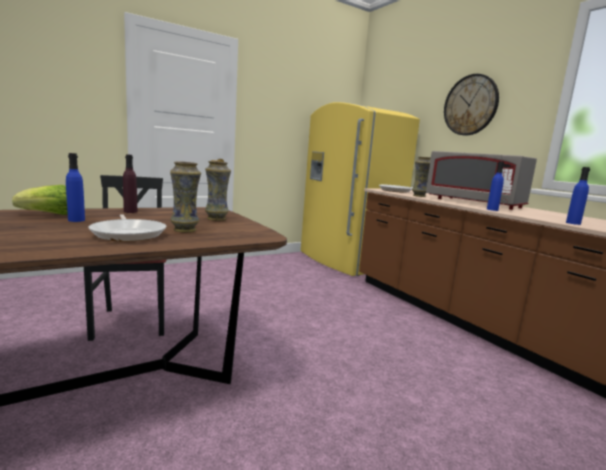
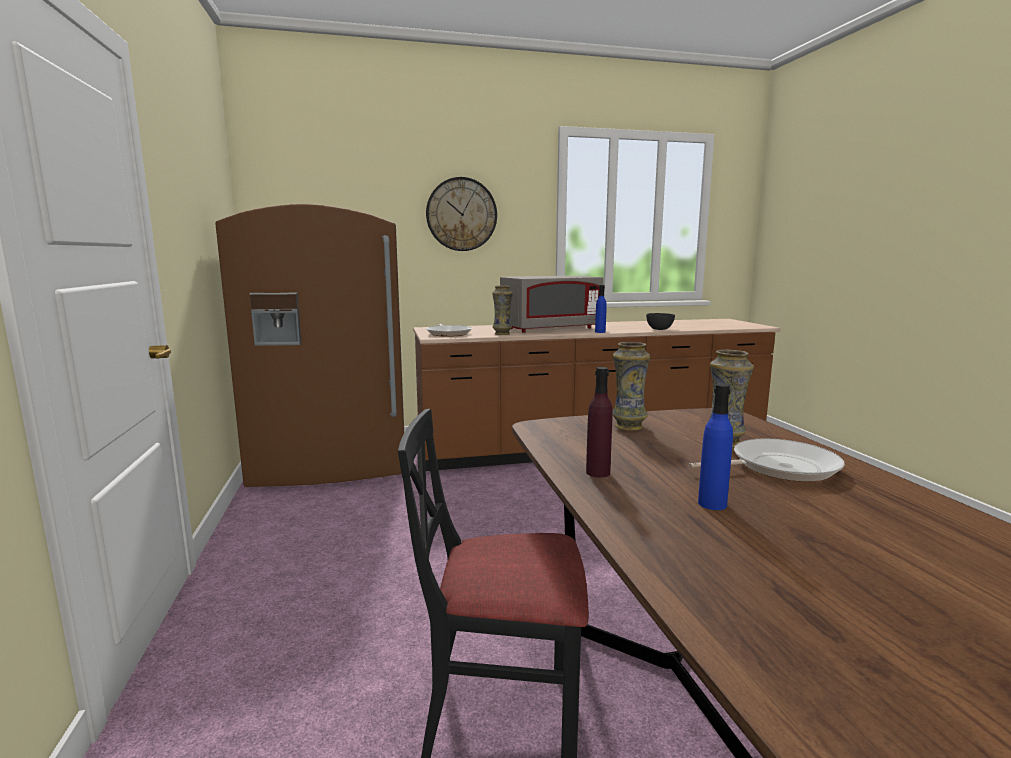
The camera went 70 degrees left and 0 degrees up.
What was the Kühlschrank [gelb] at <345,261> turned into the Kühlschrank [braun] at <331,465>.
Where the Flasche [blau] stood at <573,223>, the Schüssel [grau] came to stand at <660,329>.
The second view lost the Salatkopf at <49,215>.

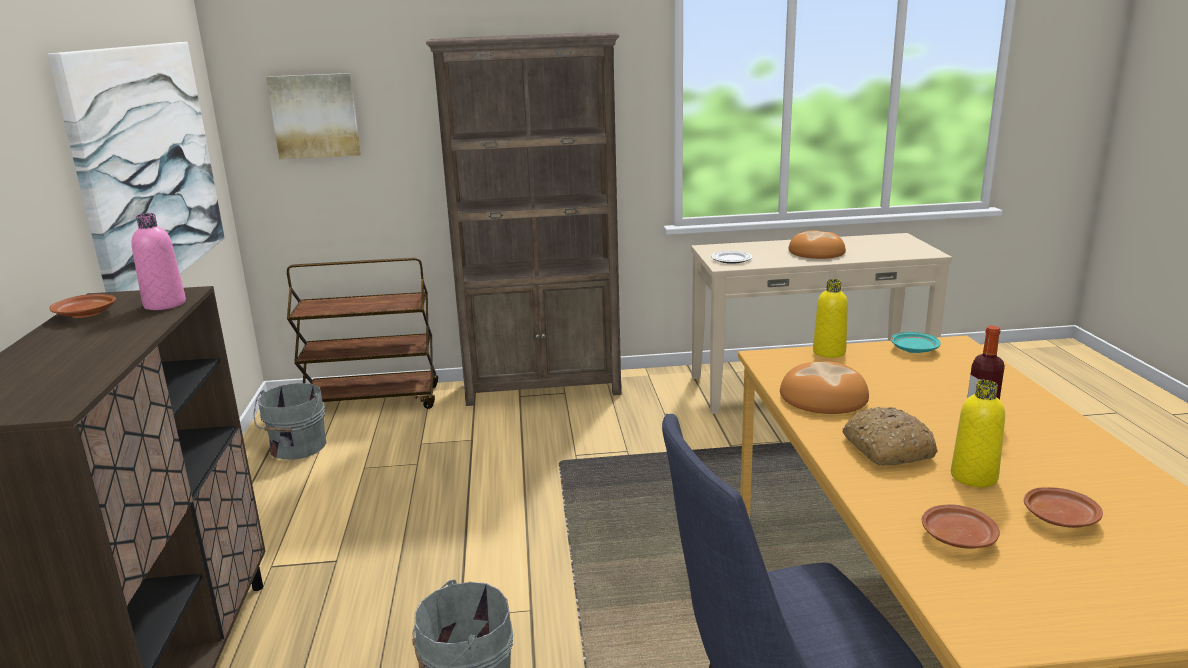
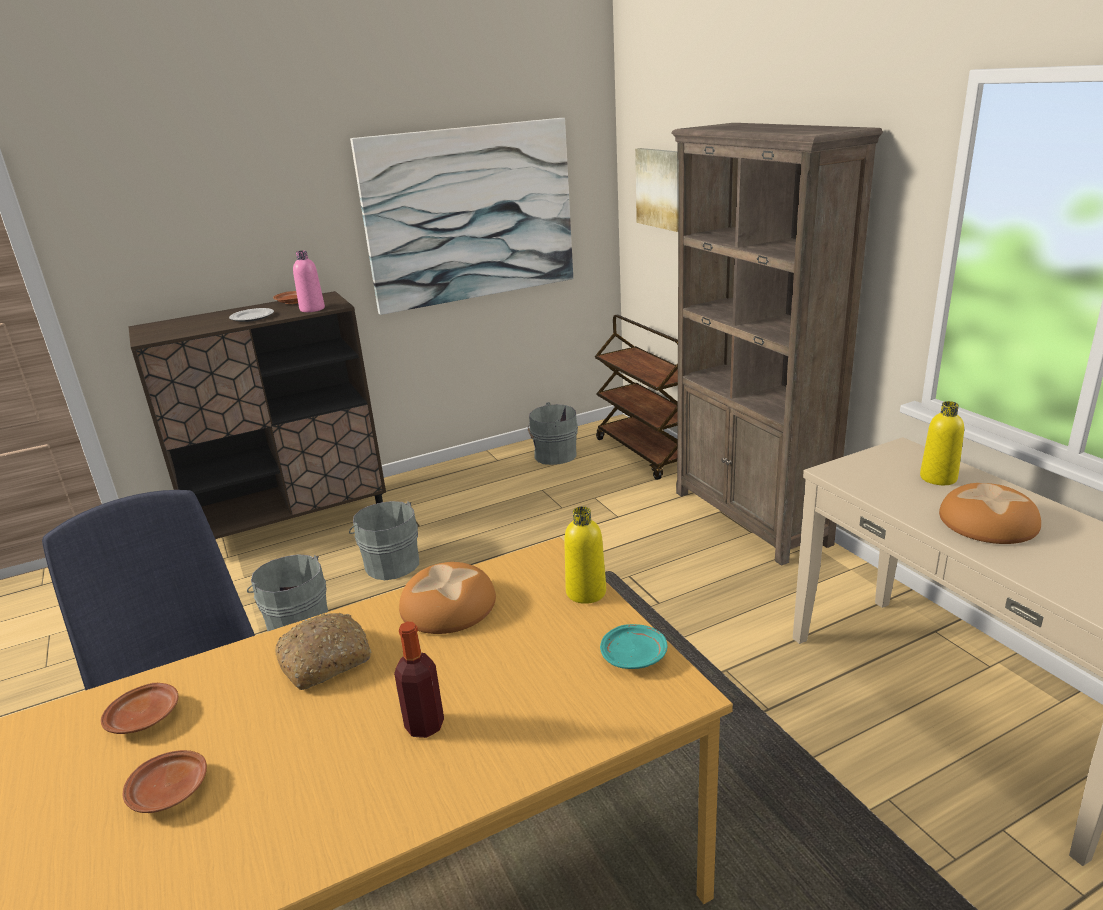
The camera went 70 degrees right and 5 degrees up.
The Teller ended up elsewhere, having gone from <731,259> to <252,317>.
The second view gained the Eimer [grau] at <391,563>.
The Flasche [gelb] ended up elsewhere, having gone from <974,477> to <938,478>.

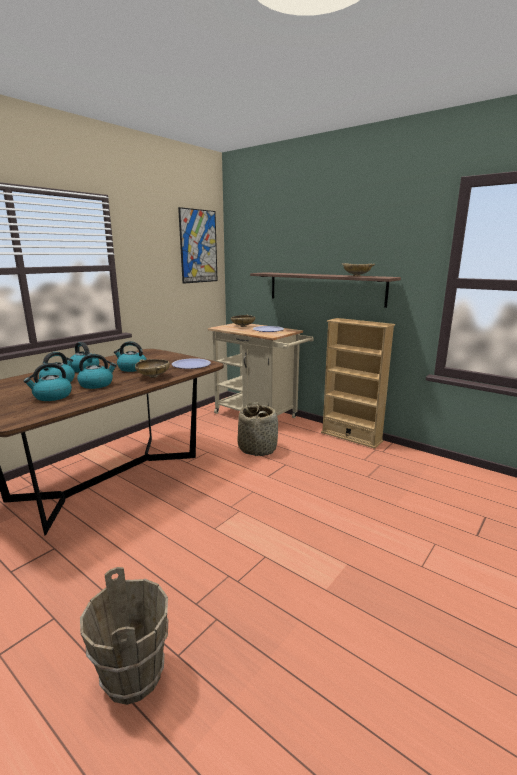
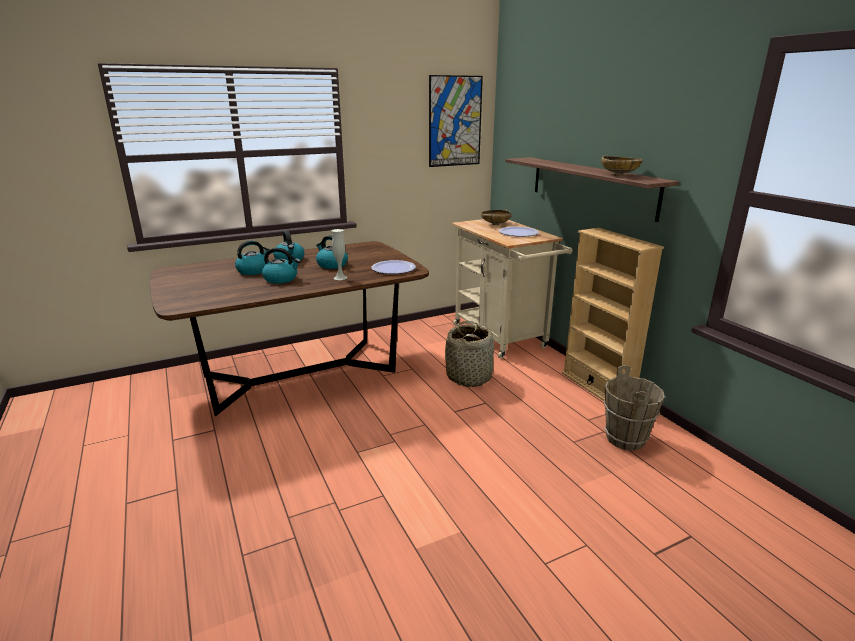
The camera went 25 degrees right and 5 degrees up.
Where the Schüssel [beige] stood at <153,376>, the Vase [weiß] came to stand at <340,278>.
The Eimer [braun] ended up elsewhere, having gone from <134,675> to <626,439>.
The second view lost the Wasserkessel at <52,396>.

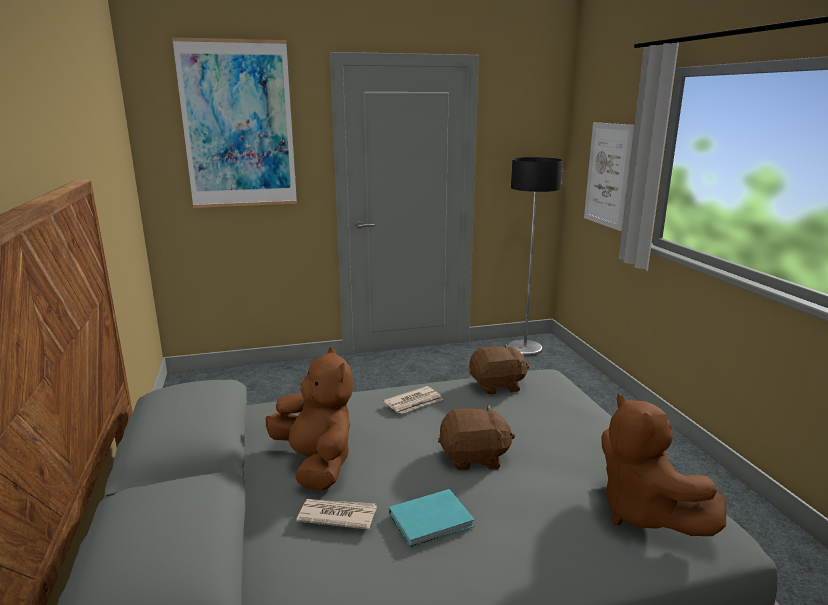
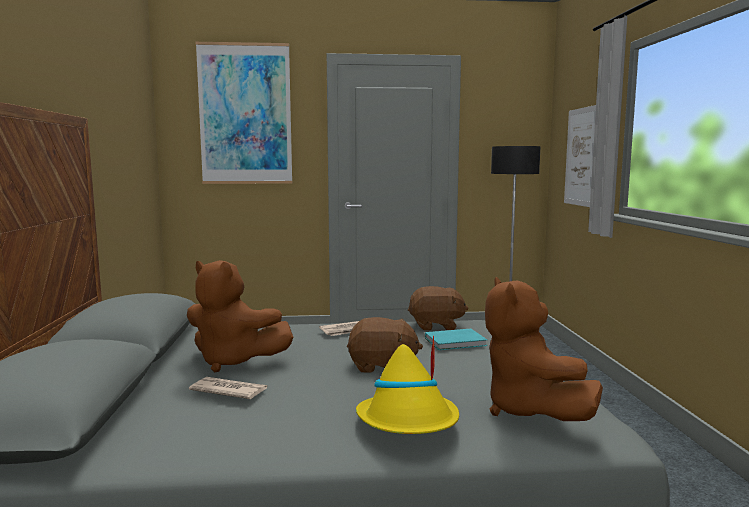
The camera went 10 degrees right and 10 degrees down.
The Plüschtier [braun] at <316,463> ended up facing another way, 135 degrees clockwise from before.
The second view gained the Hut [gelb] at <408,422>.
The Buch [türkis] ended up elsewhere, having gone from <433,520> to <457,342>.

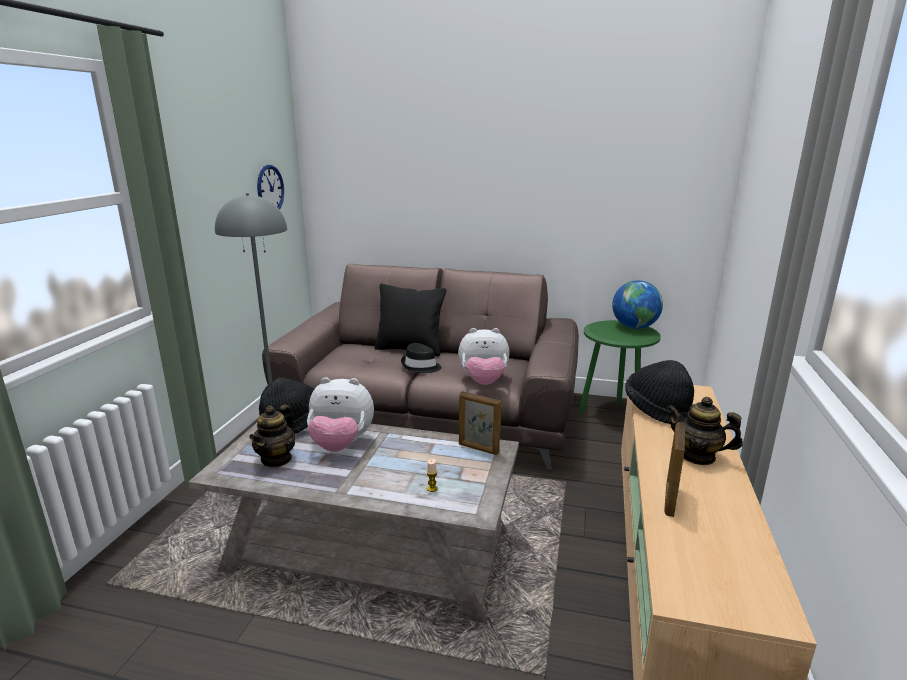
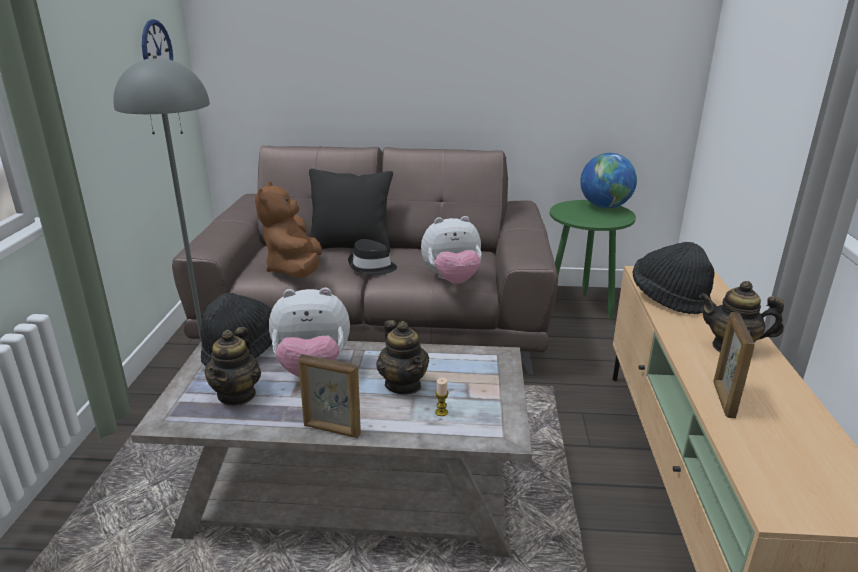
The camera went 10 degrees left and 5 degrees up.
The second view gained the Plüschtier [braun] at <295,270>.
The Bilderrahmen ended up elsewhere, having gone from <478,449> to <331,430>.
The second view gained the Teekanne at <403,385>.

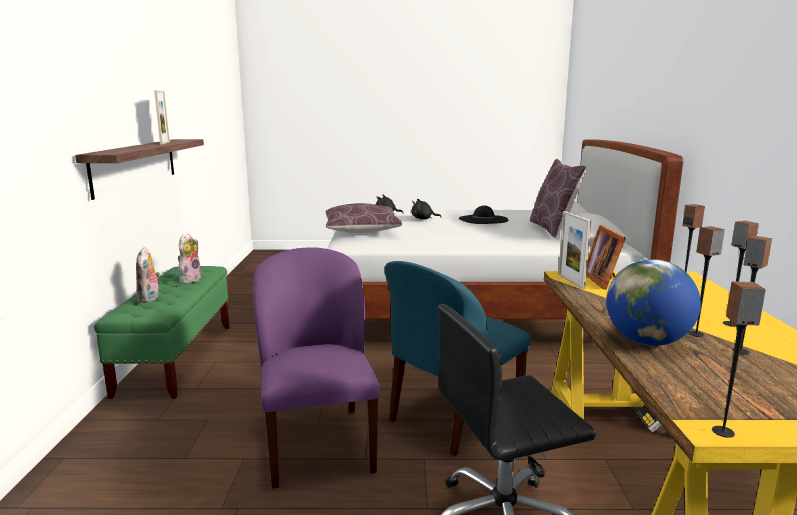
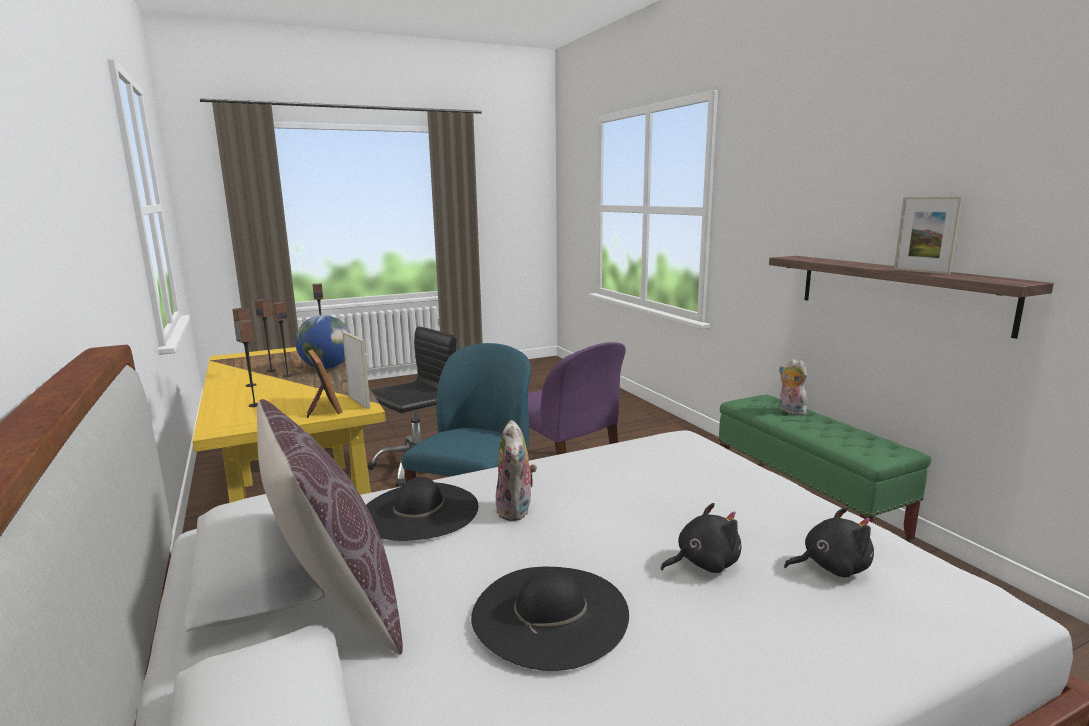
The camera went 155 degrees right and 0 degrees up.
The second view gained the Hut [schwarz] at <420,511>.
The Plüschtier ended up elsewhere, having gone from <190,279> to <516,510>.
The second view lost the Kissen [braun] at <361,231>.

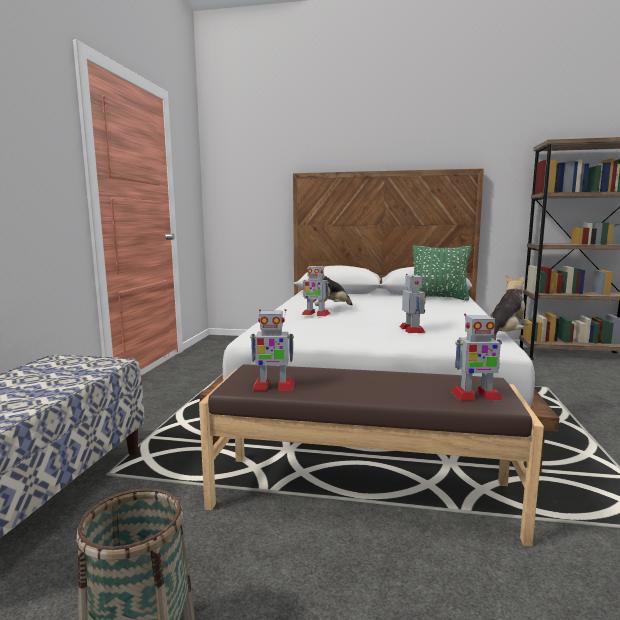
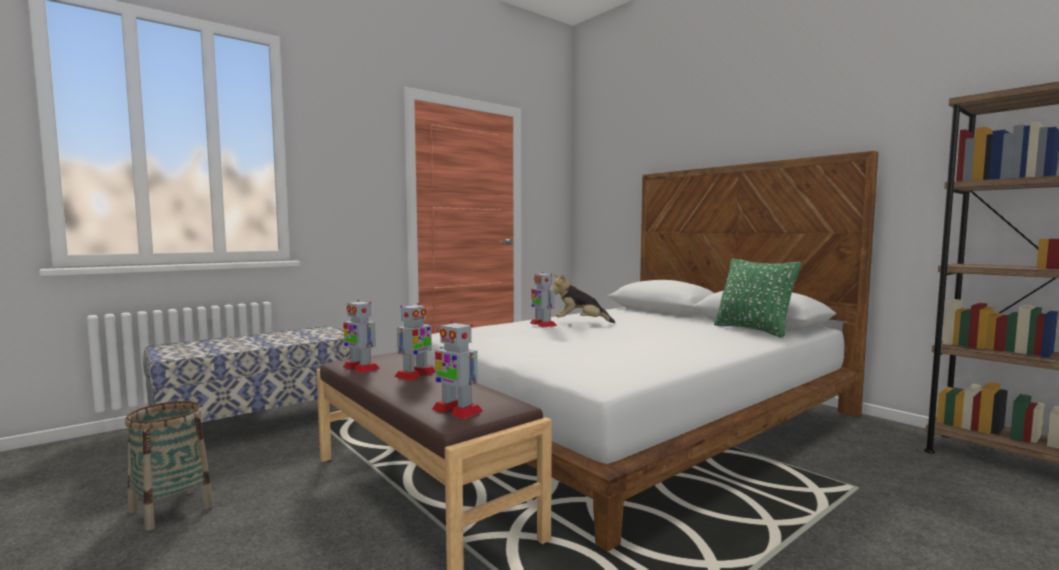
The camera went 40 degrees right and 5 degrees down.
The Spielzeugroboter ended up elsewhere, having gone from <412,329> to <415,374>.
The second view lost the Plüschtier at <505,335>.

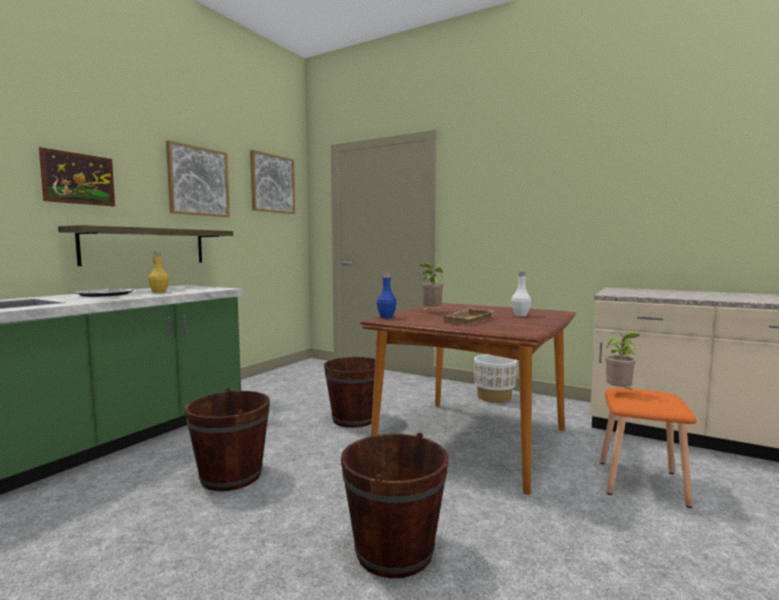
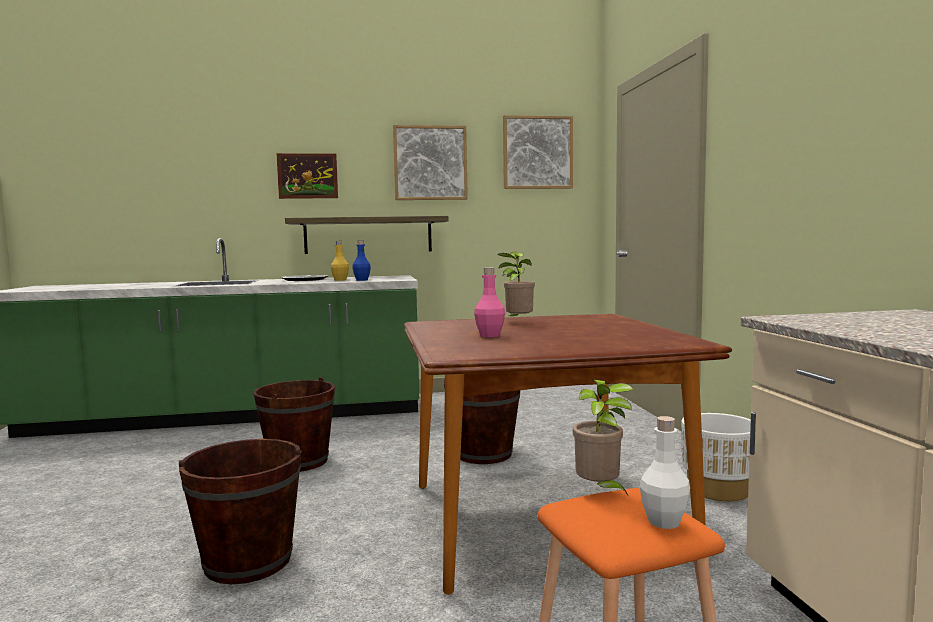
The camera went 50 degrees right and 0 degrees up.
The Flasche [blau] ended up elsewhere, having gone from <386,317> to <362,280>.
Where the Tablett [beige] stood at <469,321>, the Flasche [rosa] came to stand at <490,335>.
The Flasche [weiß] ended up elsewhere, having gone from <520,315> to <664,522>.

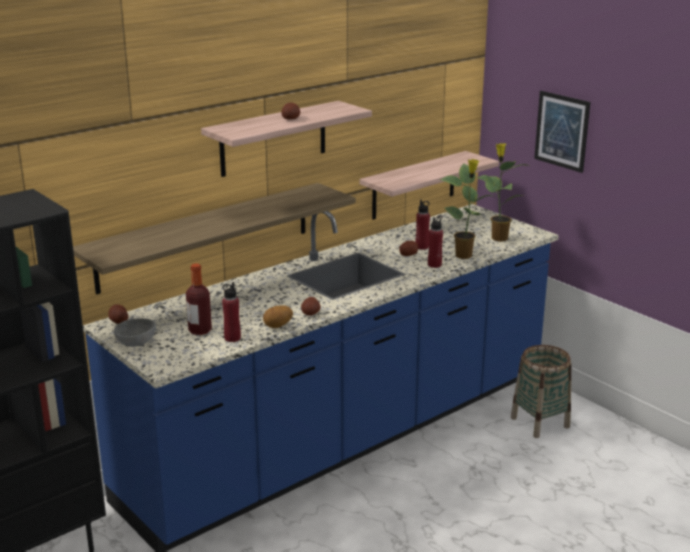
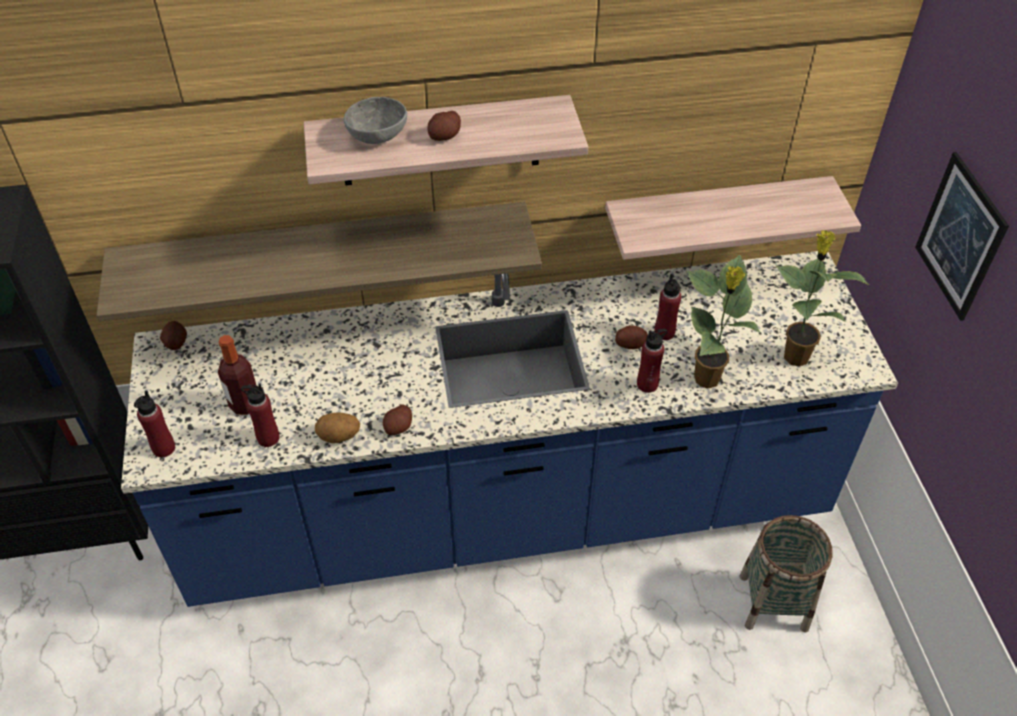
The camera went 30 degrees right and 25 degrees up.
The second view gained the Flasche [rot] at <163,448>.
The Schüssel [grau] ended up elsewhere, having gone from <135,342> to <376,135>.

